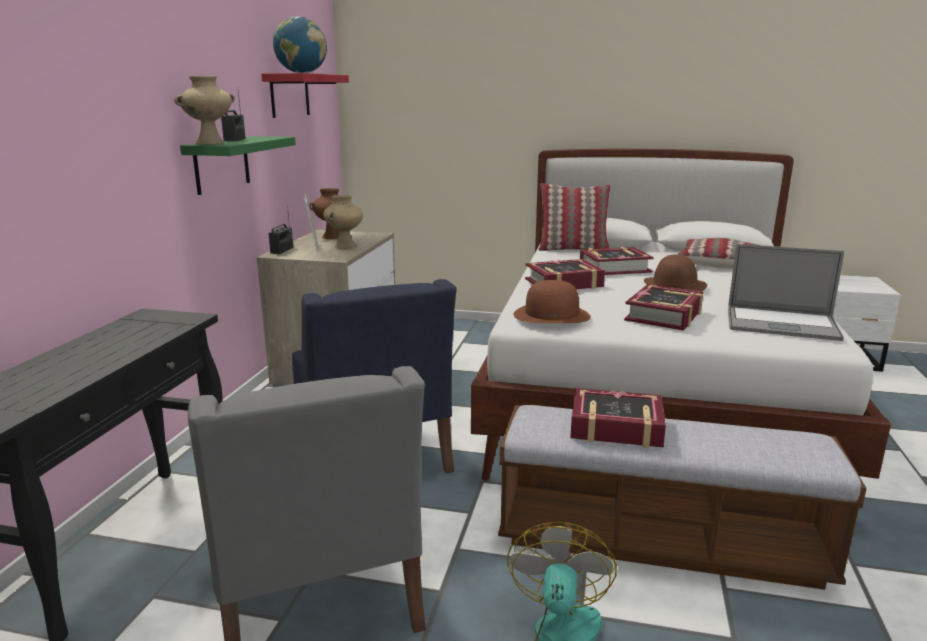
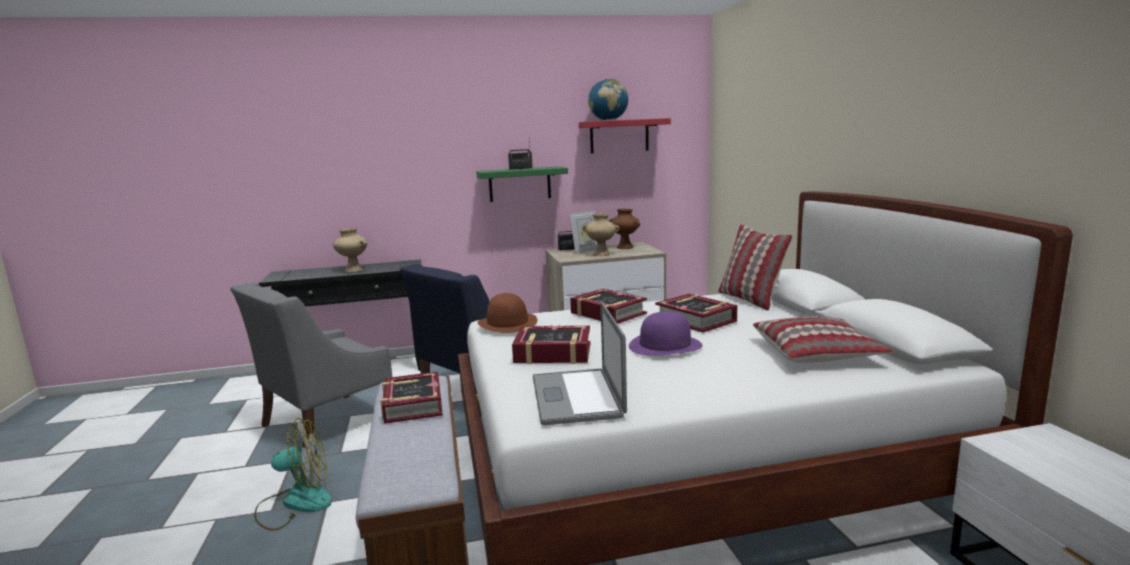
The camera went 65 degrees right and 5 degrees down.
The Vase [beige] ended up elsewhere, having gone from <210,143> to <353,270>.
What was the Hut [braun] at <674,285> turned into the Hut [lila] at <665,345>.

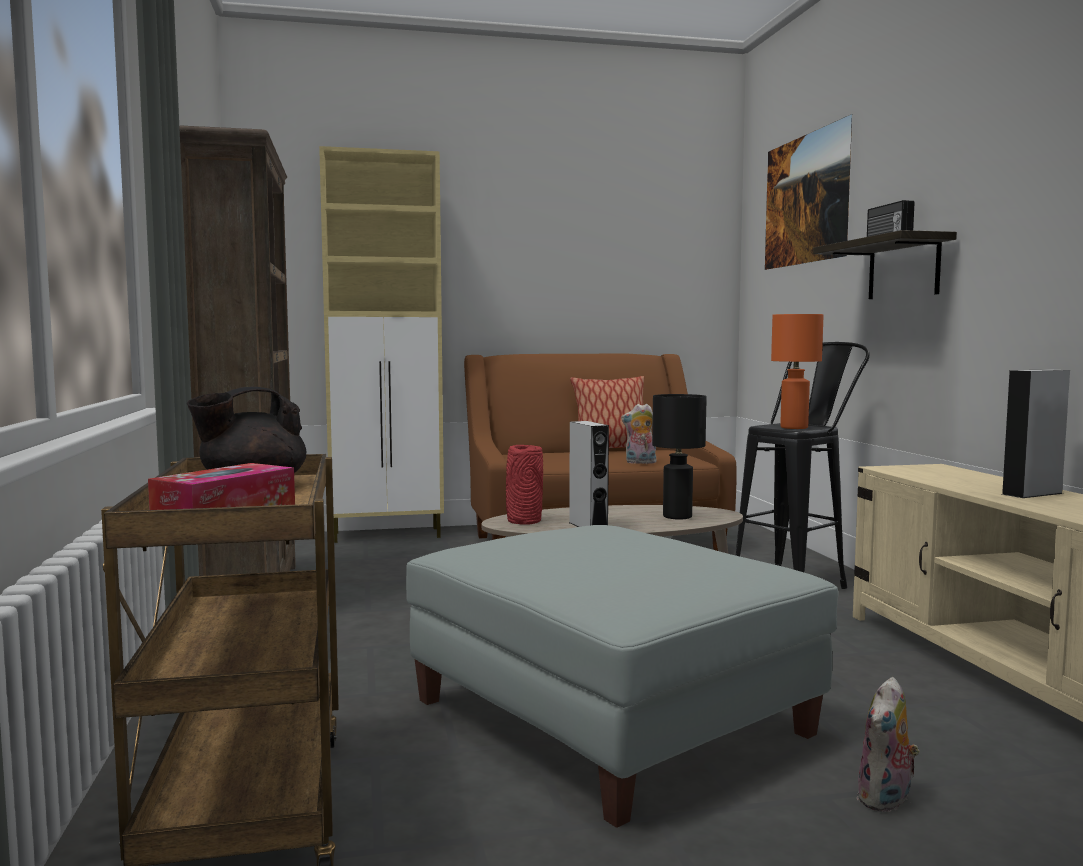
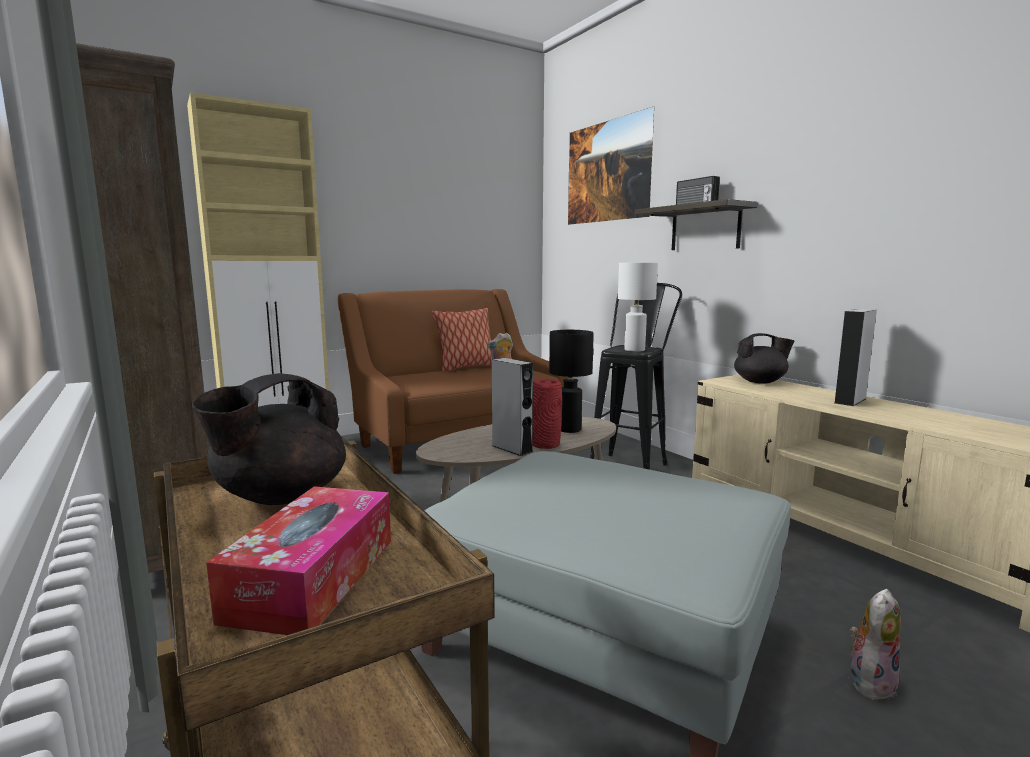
The camera went 20 degrees left and 5 degrees up.
The Vase [rot] ended up elsewhere, having gone from <523,521> to <545,445>.
What was the Tischlampe [orange] at <794,428> turned into the Tischlampe [weiß] at <635,350>.
The second view gained the Teekanne [schwarz] at <760,382>.
The Plüschtier at <886,800> ended up facing another way, 150 degrees counterclockwise from before.

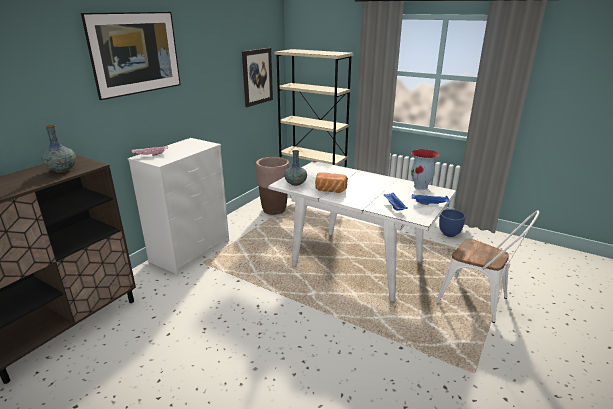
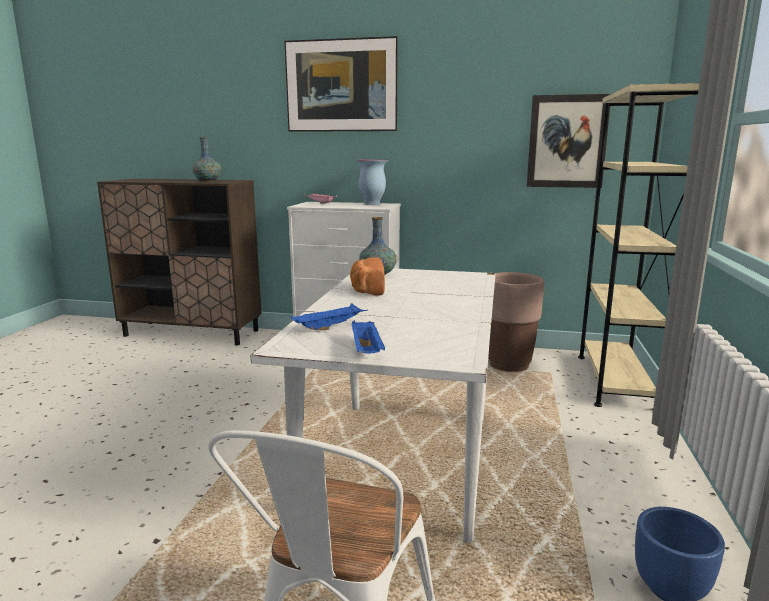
The camera went 70 degrees right and 10 degrees down.
The Vase ended up elsewhere, having gone from <421,187> to <372,204>.

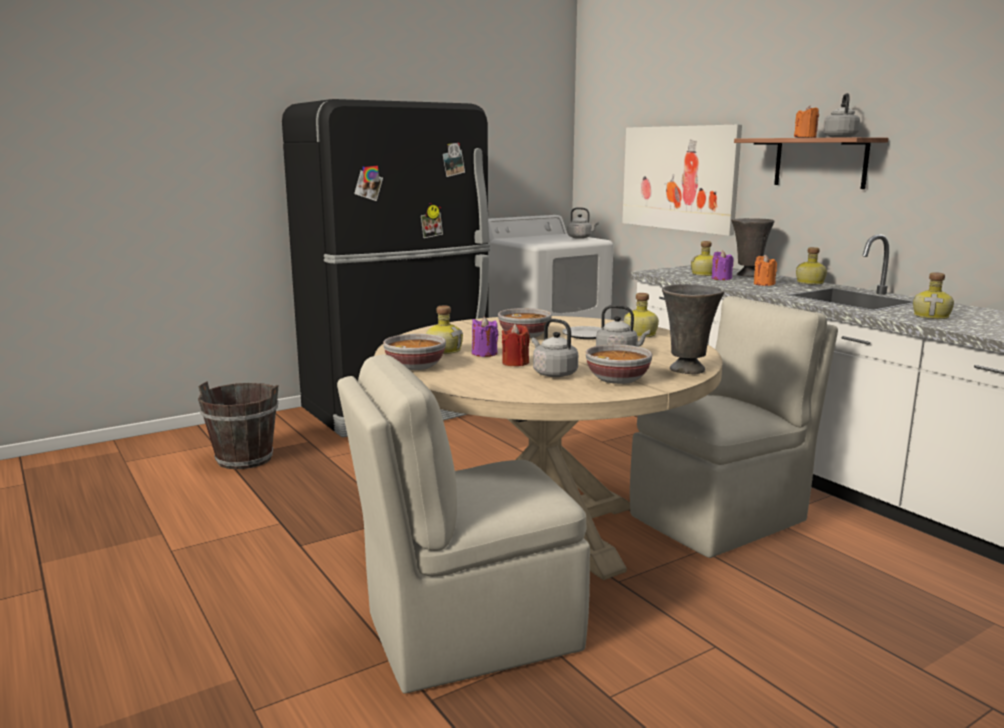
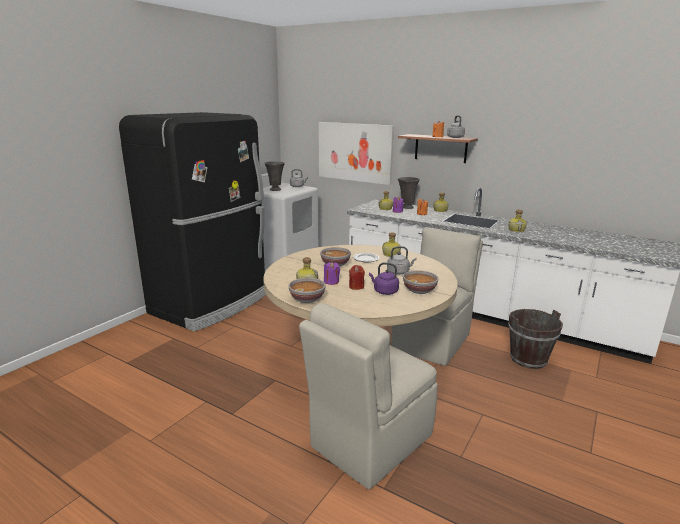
The camera went 25 degrees left and 5 degrees up.
The Vase [grau] ended up elsewhere, having gone from <688,370> to <275,190>.
What was the Wasserkessel [grau] at <553,373> turned into the Wasserkessel [lila] at <384,291>.
The Eimer [braun] ended up elsewhere, having gone from <244,459> to <528,359>.

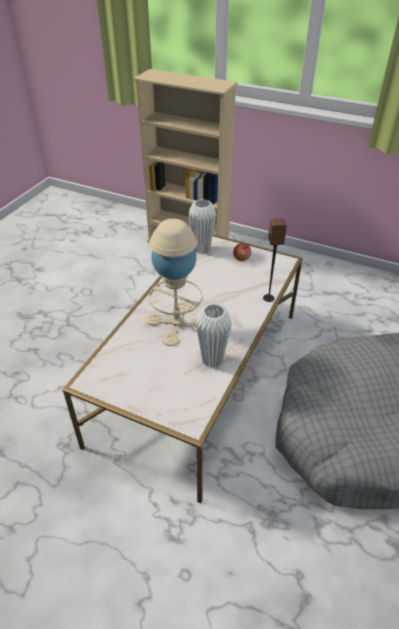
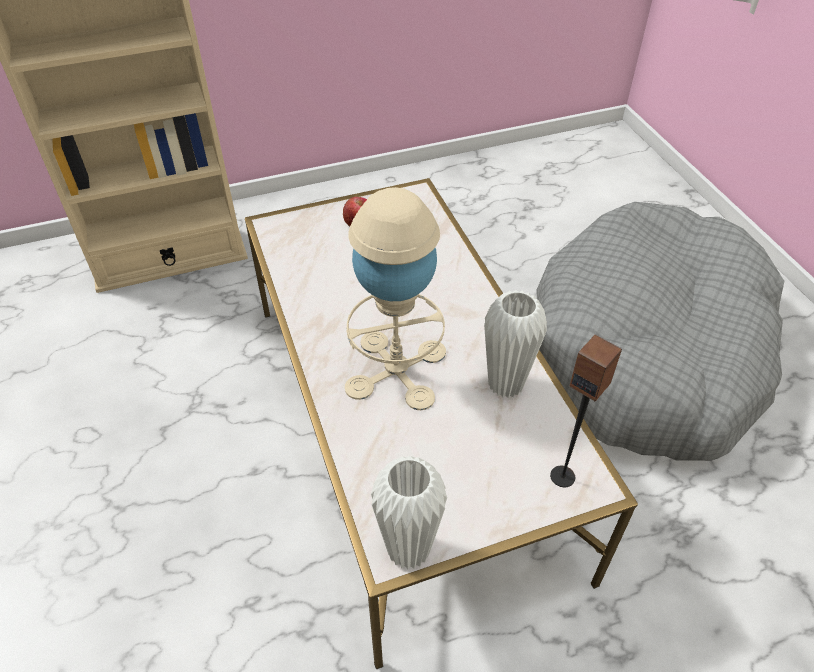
The camera went 45 degrees left and 5 degrees up.
The Vase [weiß] ended up elsewhere, having gone from <202,249> to <408,549>.
The Lautsprecher ended up elsewhere, having gone from <269,298> to <563,476>.

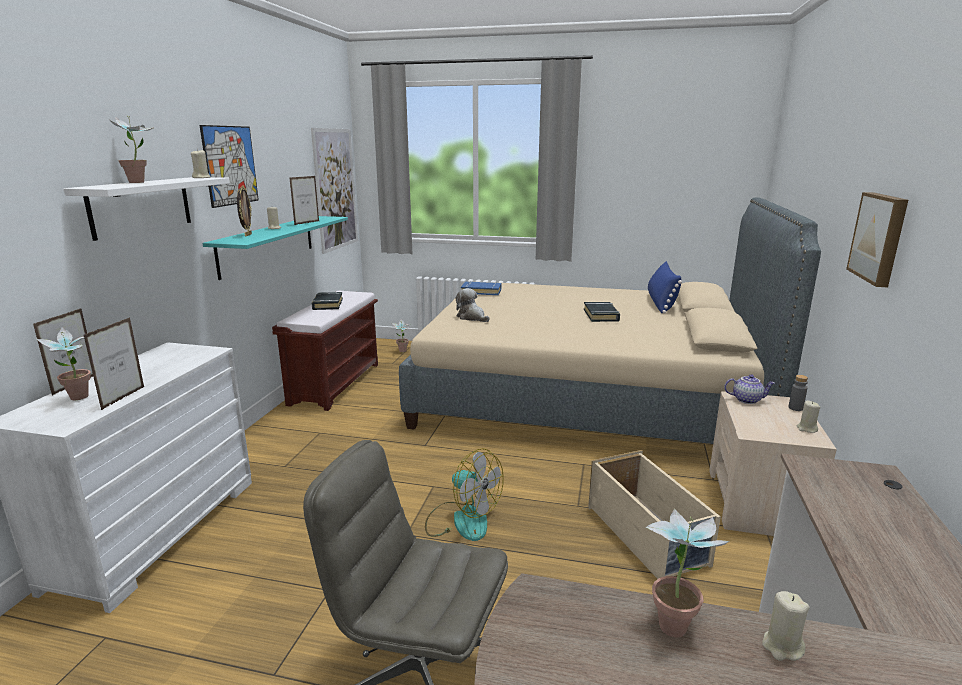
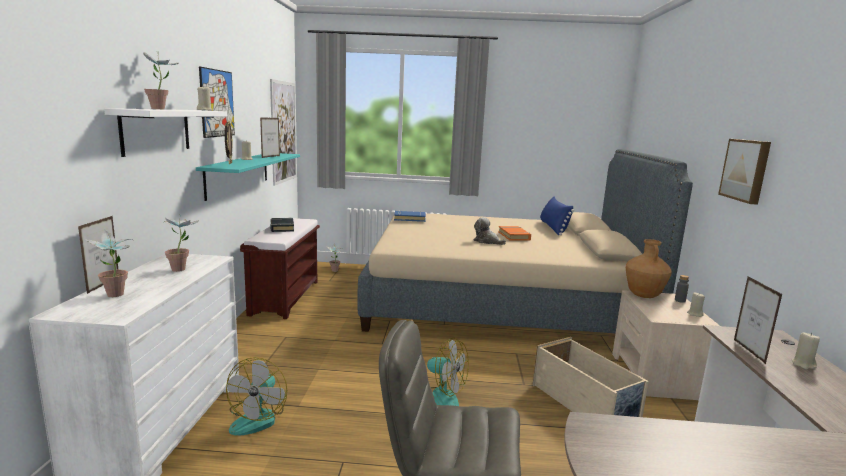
The camera went 10 degrees left and 5 degrees down.
The Topfpflanze ended up elsewhere, having gone from <676,620> to <182,268>.
The second view gained the Ventilator at <258,417>.
The Plüschtier ended up elsewhere, having gone from <472,317> to <487,241>.
What was the Buch [schwarz] at <601,315> turned into the Buch [orange] at <514,236>.
Where the Teekanne stood at <747,400>, the Vase [braun] came to stand at <643,295>.
The Bilderrahmen ended up elsewhere, having gone from <123,398> to <749,351>.
The Kerze [beige] ended up elsewhere, having gone from <782,647> to <803,364>.

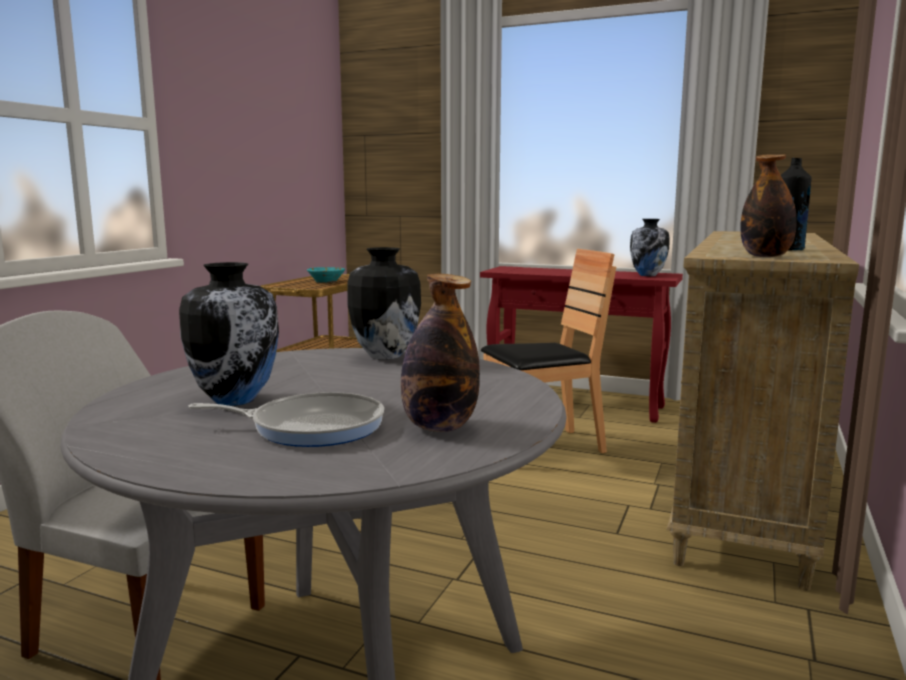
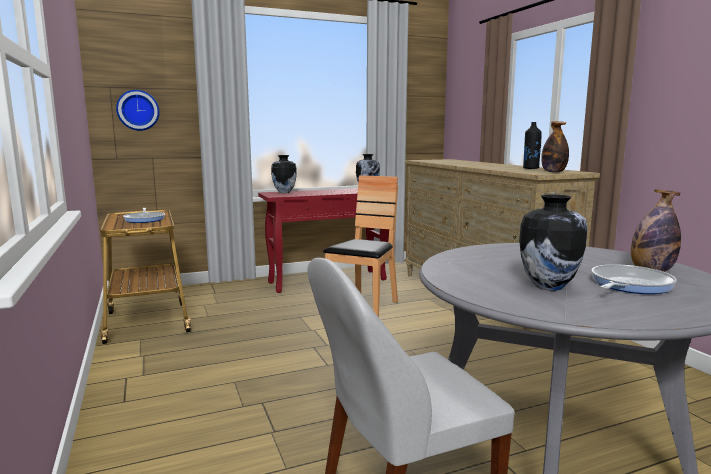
The camera went 45 degrees left and 0 degrees up.
The second view gained the Wanduhr at <138,110>.
Where the Schüssel [türkis] stood at <326,282>, the Pfanne came to stand at <145,219>.
The Vase ended up elsewhere, having gone from <384,356> to <284,192>.

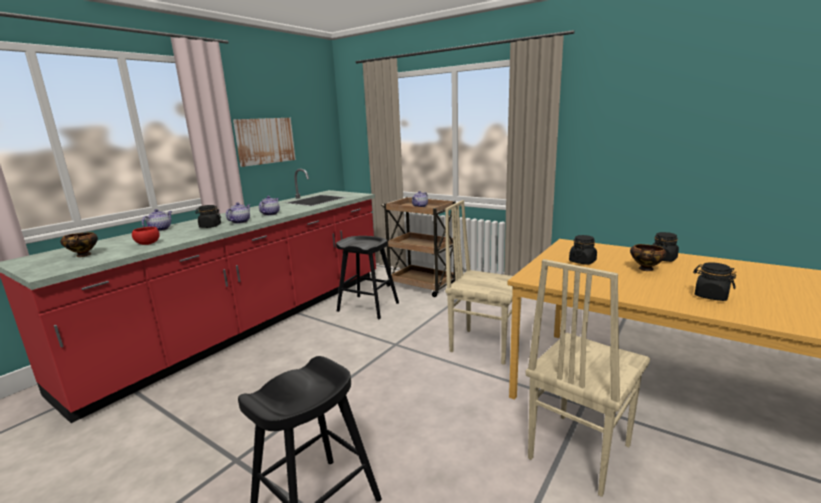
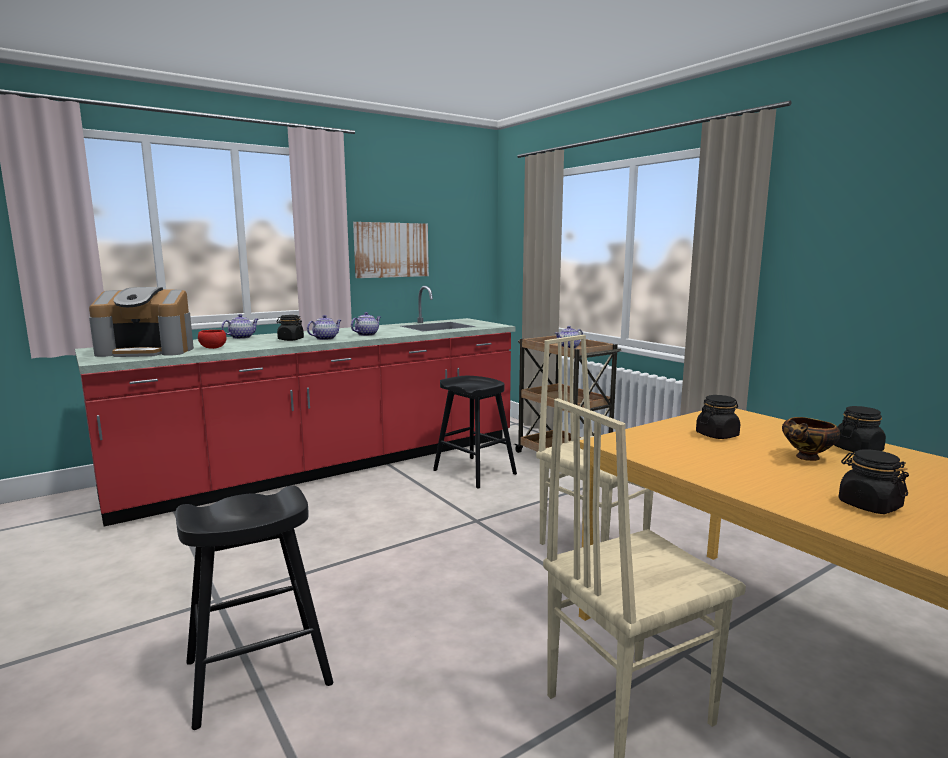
The camera went 20 degrees right and 5 degrees down.
Where the Schüssel stood at <83,255>, the Kaffeemaschine came to stand at <148,351>.

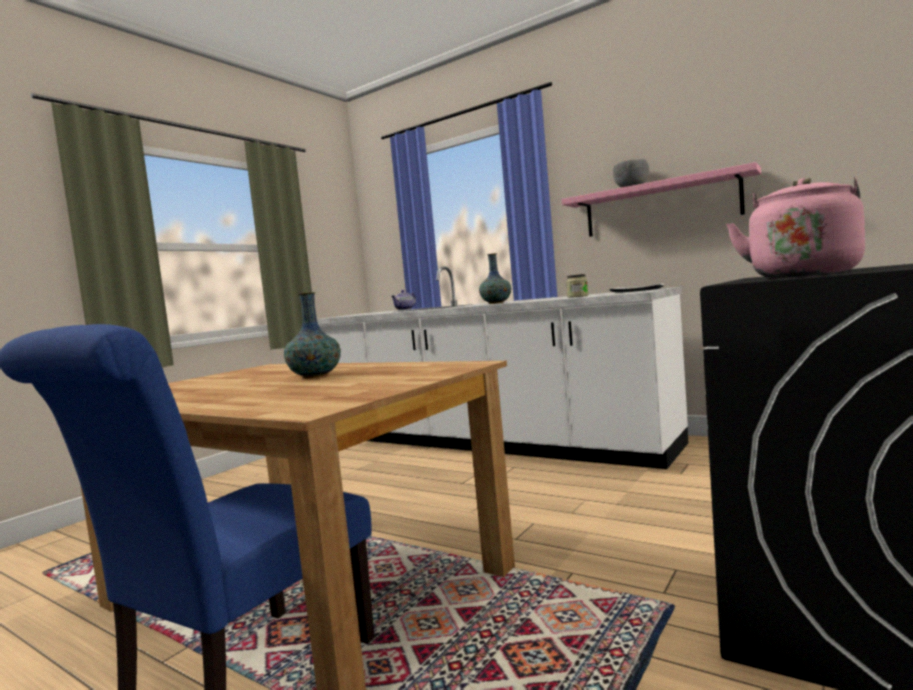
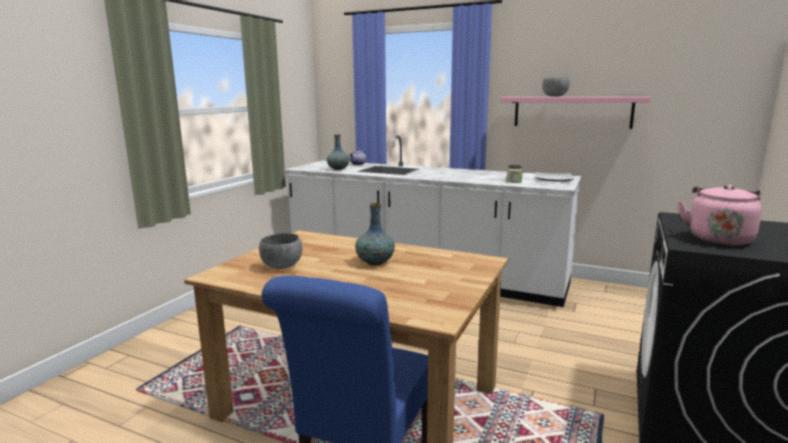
The camera went 10 degrees left and 10 degrees up.
The second view gained the Schüssel [grau] at <282,267>.
The Vase ended up elsewhere, having gone from <496,303> to <338,169>.

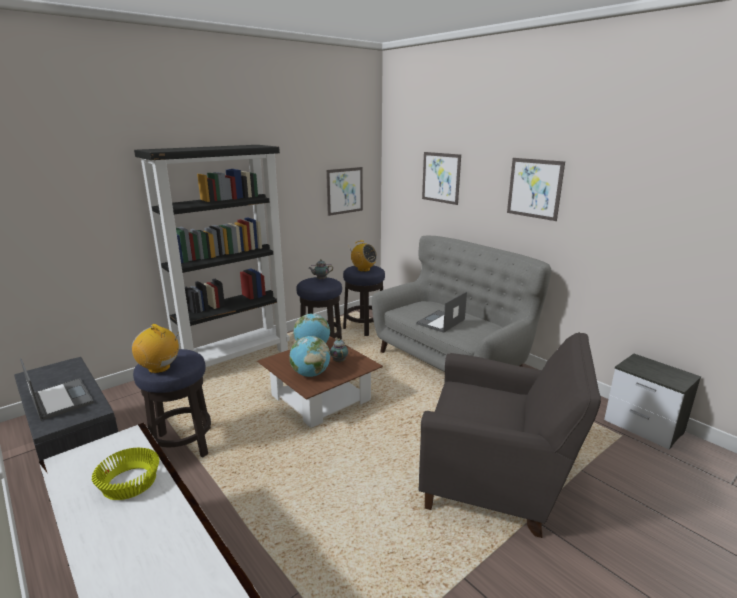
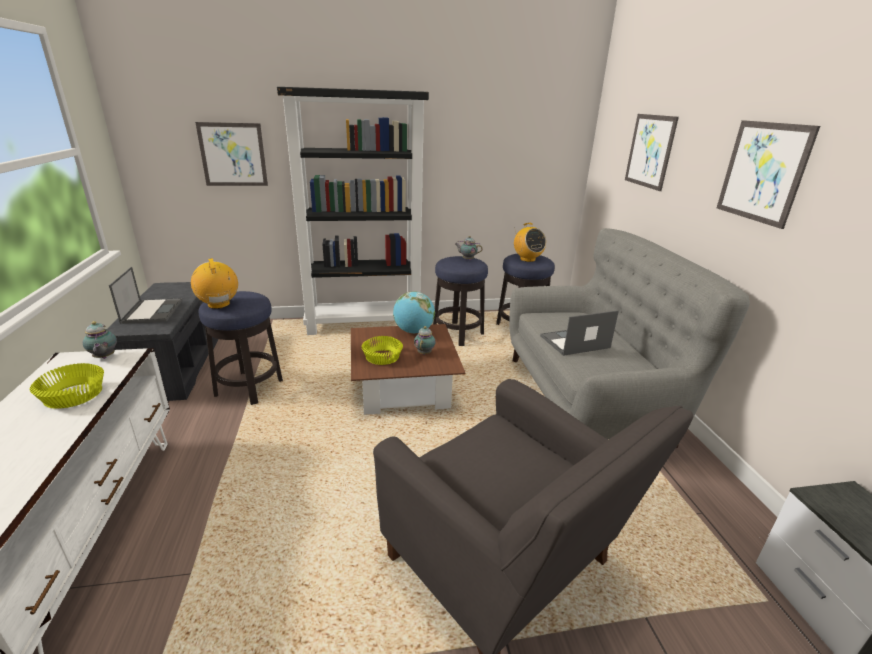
The camera went 30 degrees right and 5 degrees up.
The second view gained the Teekanne at <104,357>.
The Bild ended up elsewhere, having gone from <344,191> to <233,154>.
Where the Globus stood at <310,374>, the Schüssel [gelb] came to stand at <382,357>.

